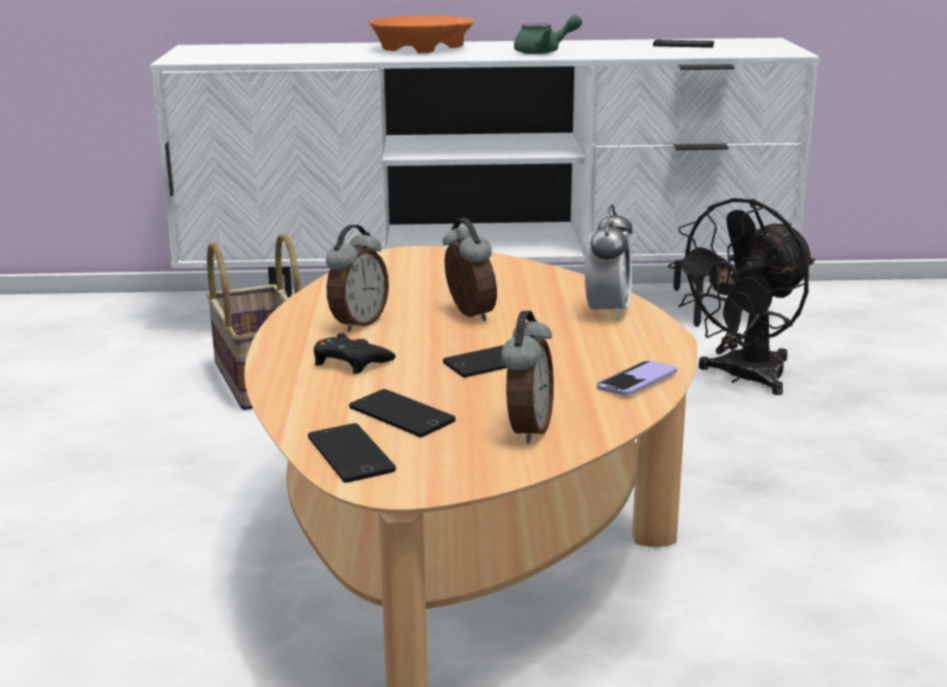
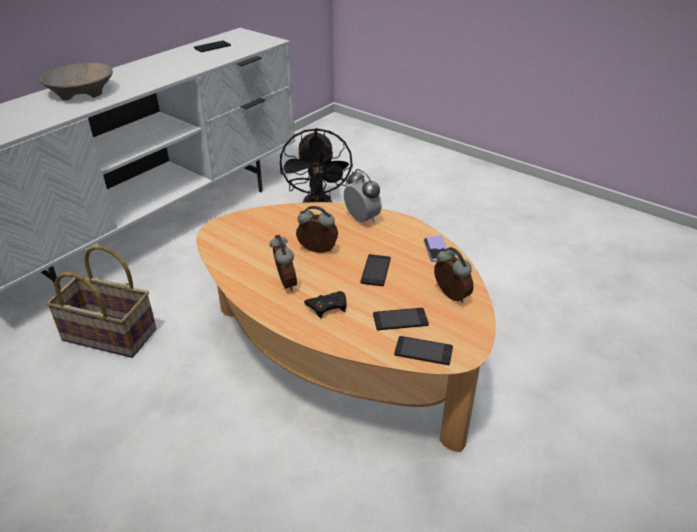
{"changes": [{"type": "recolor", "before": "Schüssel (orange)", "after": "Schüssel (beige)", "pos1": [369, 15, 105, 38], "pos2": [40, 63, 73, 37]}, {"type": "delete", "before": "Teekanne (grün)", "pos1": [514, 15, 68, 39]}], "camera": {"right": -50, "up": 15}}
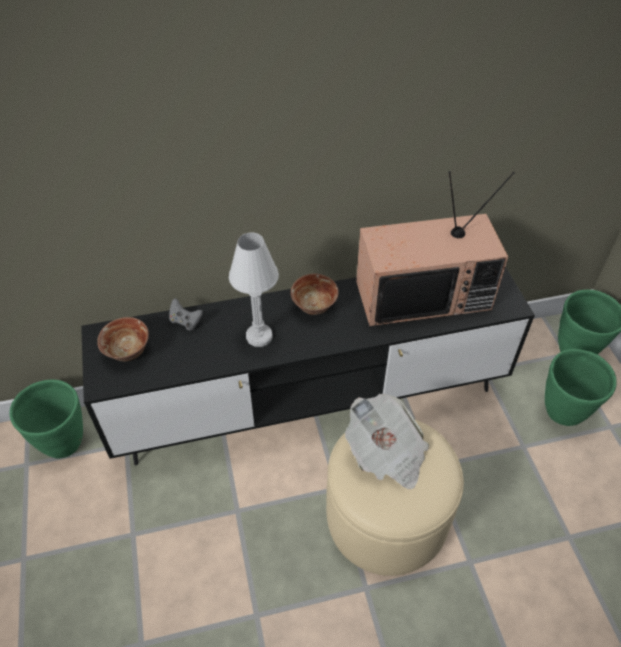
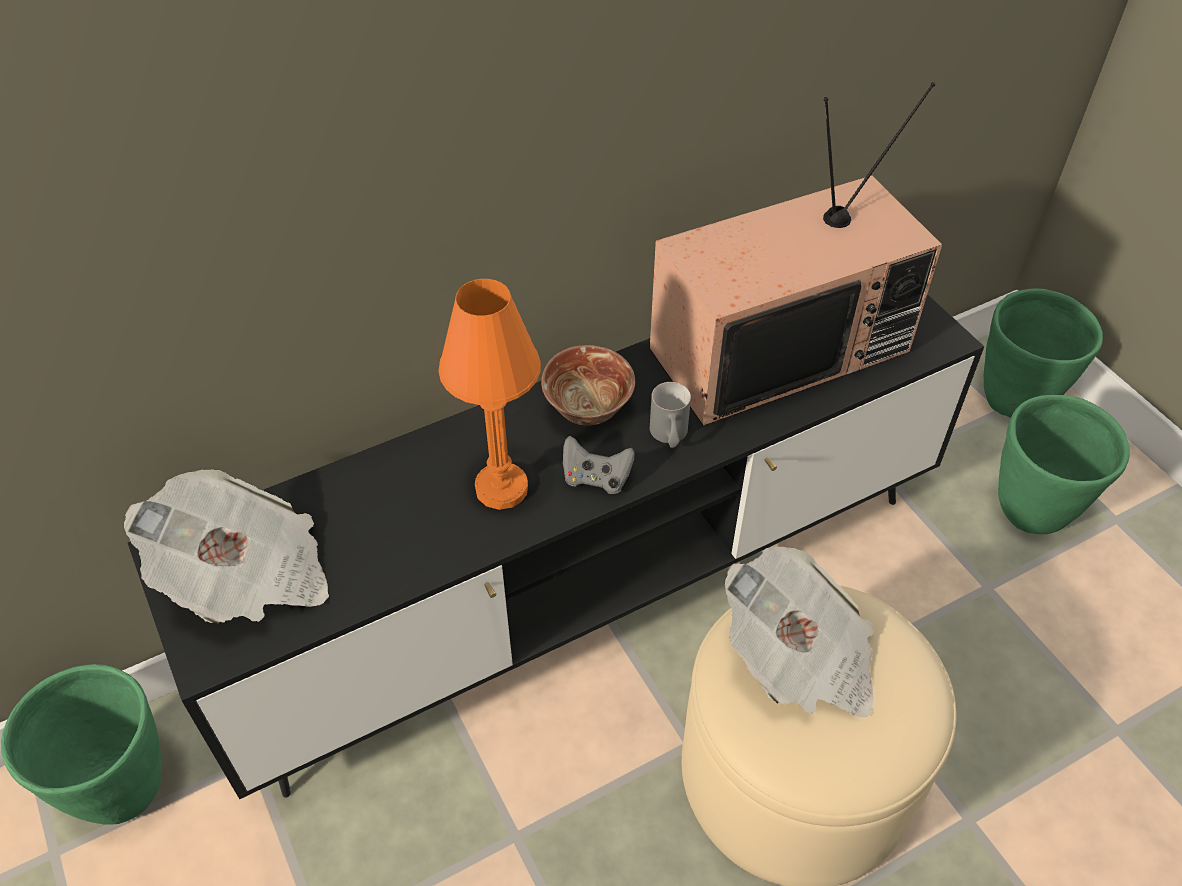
{"changes": [{"type": "replace", "before": "Schüssel", "after": "Zeitung", "pos1": [97, 317, 52, 44], "pos2": [124, 469, 205, 155]}, {"type": "recolor", "before": "Tischlampe (weiß)", "after": "Tischlampe (orange)", "pos1": [229, 233, 50, 114], "pos2": [439, 279, 102, 231]}, {"type": "move", "before": "Gamepad (grau)", "pos1": [169, 298, 34, 33], "pos2": [563, 436, 72, 58]}, {"type": "insert", "after": "Henkelbecher (grau)", "pos2": [650, 382, 41, 66]}], "camera": {"right": -15, "up": 0}}
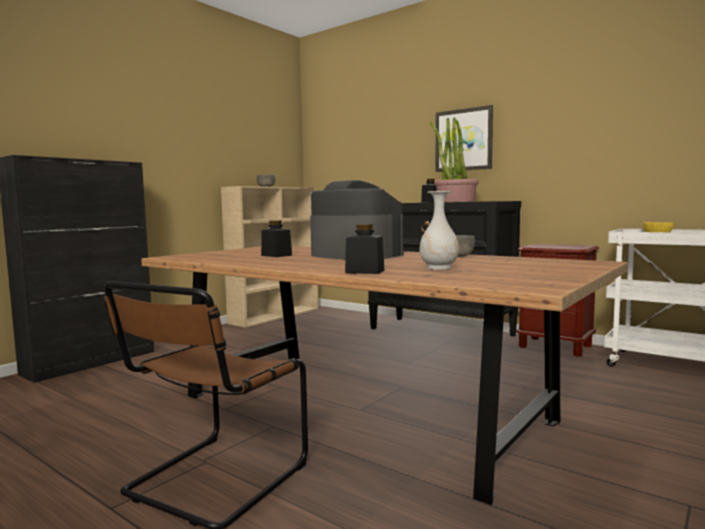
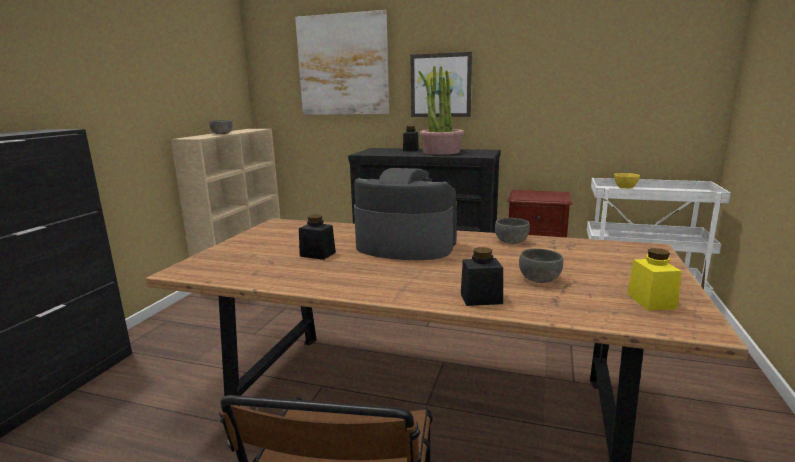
{"changes": [{"type": "insert", "after": "Bild", "pos2": [295, 10, 94, 105]}, {"type": "replace", "before": "Vase (weiß)", "after": "Schüssel (grau)", "pos1": [419, 191, 40, 79], "pos2": [519, 249, 44, 34]}, {"type": "insert", "after": "Vorratsglas (gelb)", "pos2": [627, 248, 55, 63]}], "camera": {"right": -20, "up": 10}}
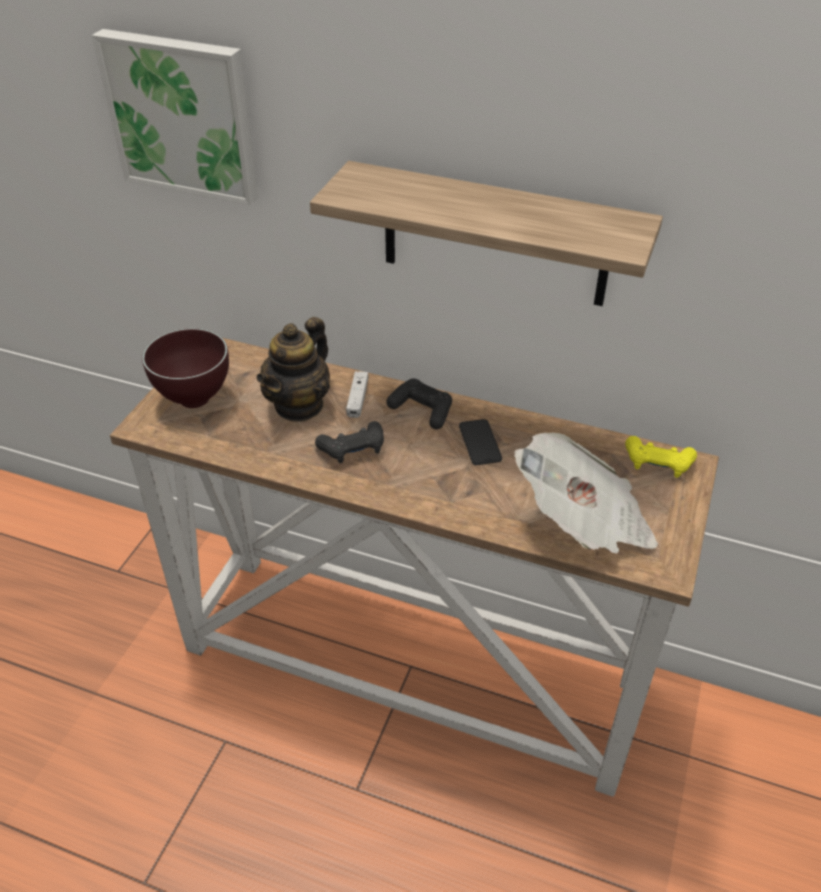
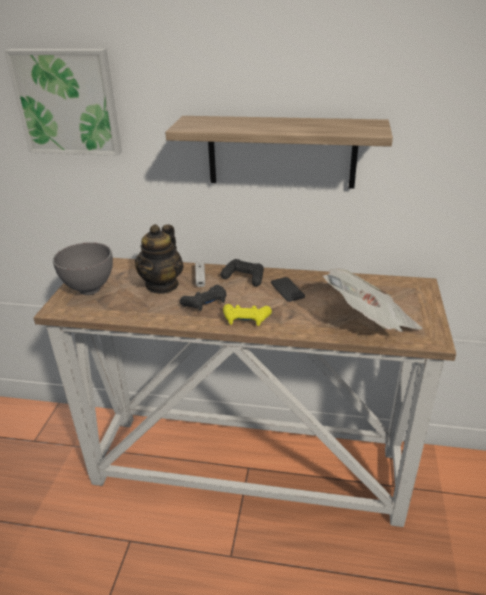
{"changes": [{"type": "recolor", "before": "Schüssel (braun)", "after": "Schüssel (grau)", "pos1": [142, 328, 87, 80], "pos2": [53, 242, 60, 53]}, {"type": "move", "before": "Gamepad (gelb)", "pos1": [625, 436, 72, 42], "pos2": [223, 304, 49, 22]}], "camera": {"right": -10, "up": -10}}
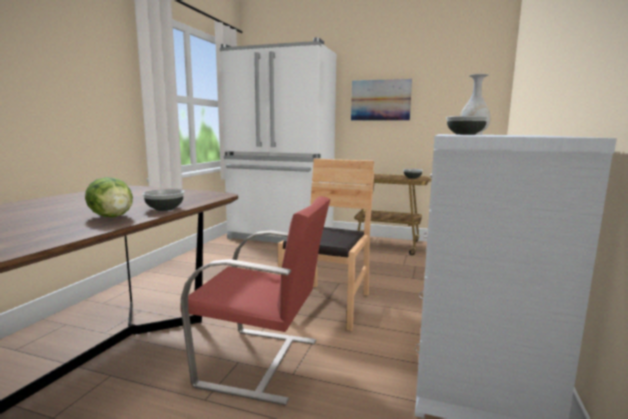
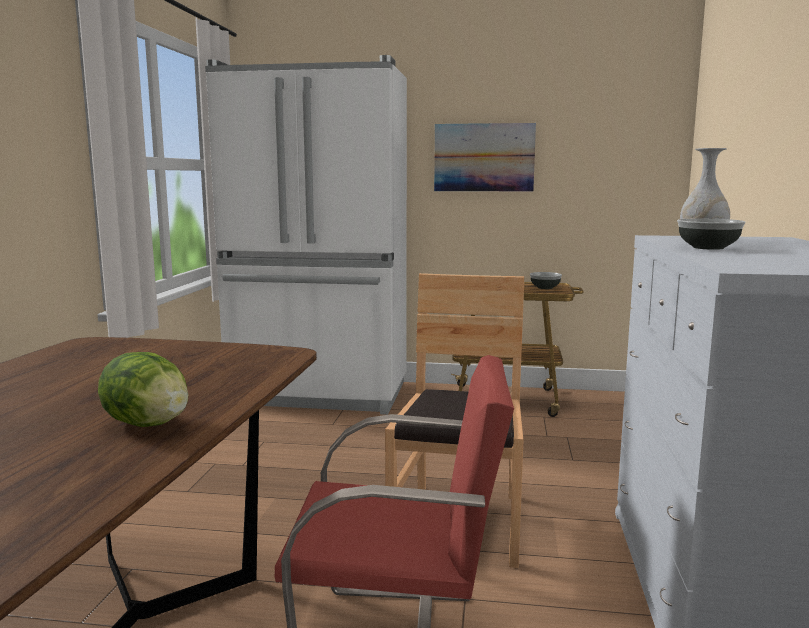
{"changes": [{"type": "delete", "before": "Schüssel", "pos1": [142, 189, 42, 22]}], "camera": {"right": -10, "up": 0}}
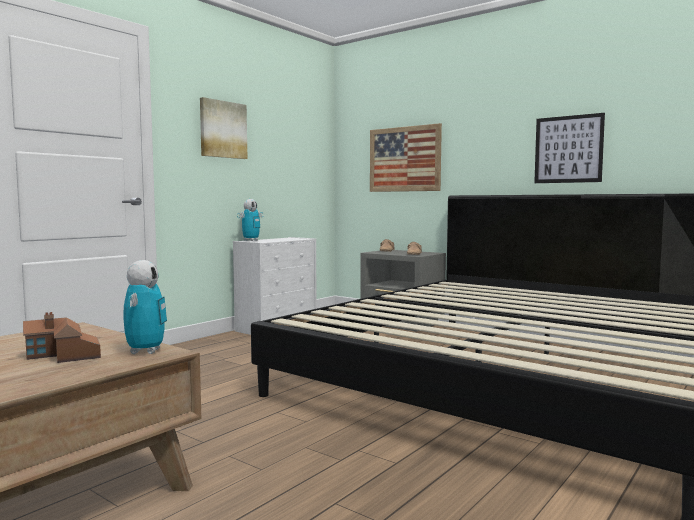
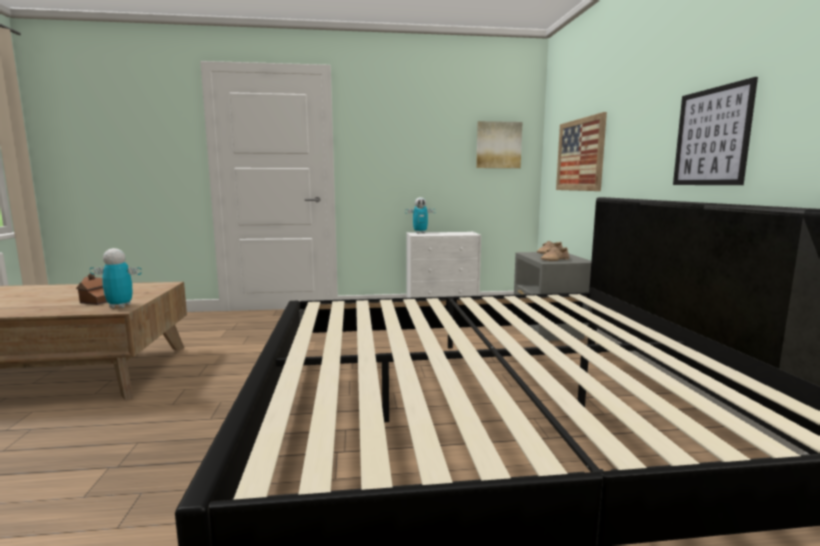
{"changes": [{"type": "rotate", "before": "Spielzeugroboter", "pos1": [123, 260, 44, 94], "pos2": [90, 248, 52, 60], "turn": -135}, {"type": "move", "before": "Bild", "pos1": [200, 97, 47, 62], "pos2": [476, 121, 47, 47]}], "camera": {"right": 45, "up": 5}}
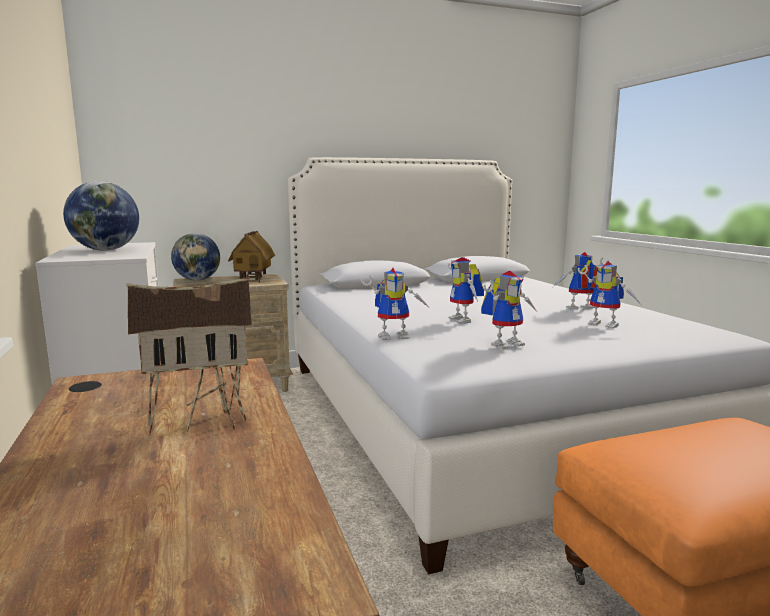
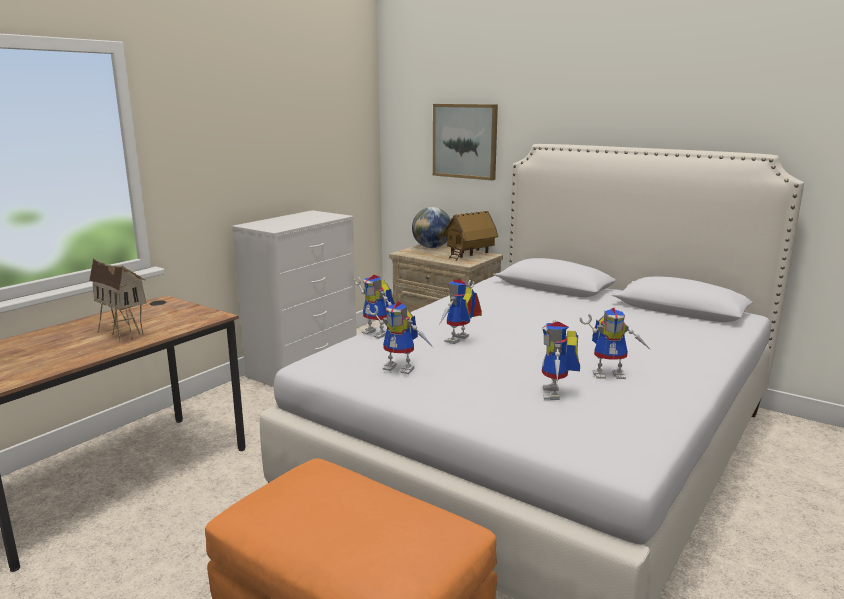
{"changes": [{"type": "insert", "after": "Bild", "pos2": [433, 104, 65, 76]}, {"type": "rotate", "before": "Spielzeugroboter", "pos1": [553, 252, 56, 57], "pos2": [580, 308, 71, 71], "turn": 135}, {"type": "delete", "before": "Globus", "pos1": [63, 181, 76, 70]}], "camera": {"right": 55, "up": 5}}
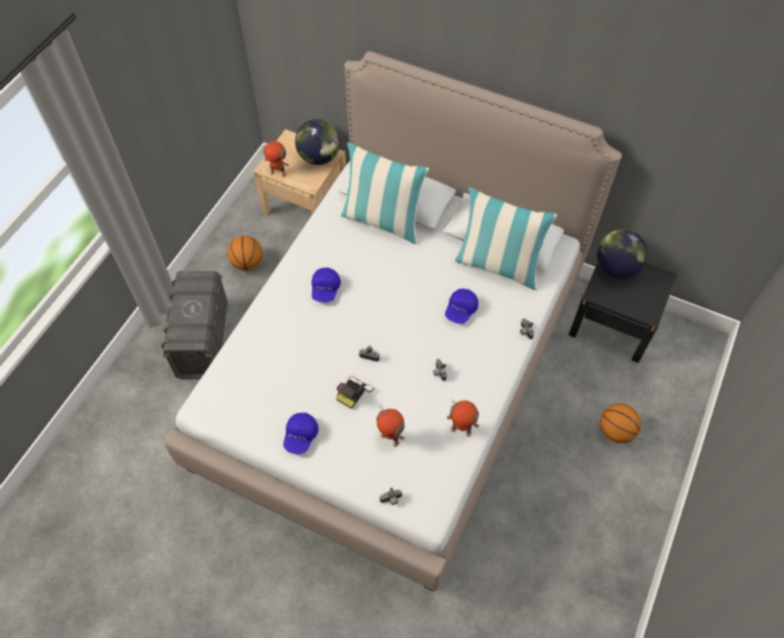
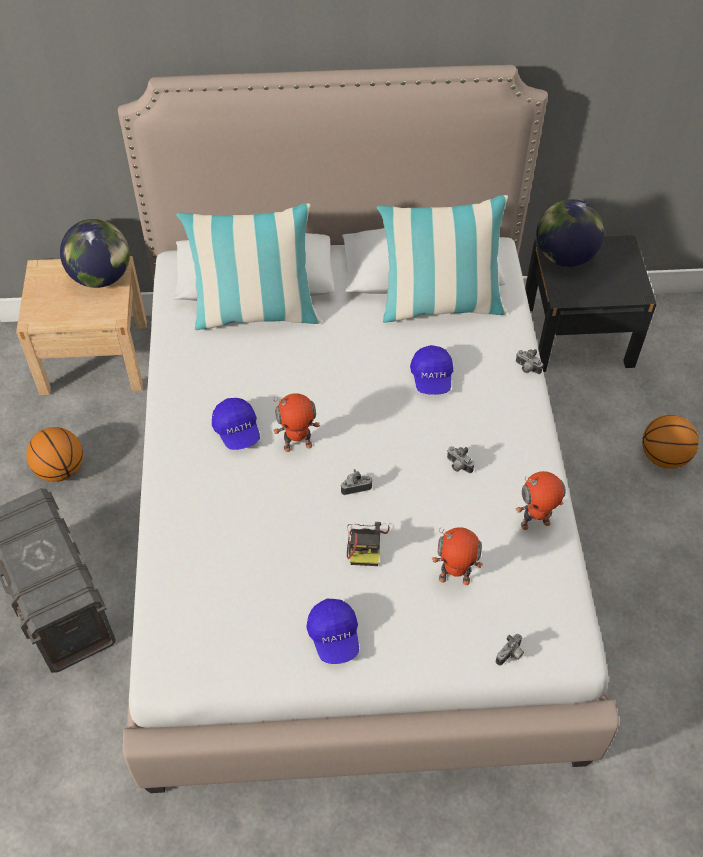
{"changes": [{"type": "move", "before": "Spielzeugroboter", "pos1": [263, 139, 26, 38], "pos2": [273, 393, 47, 59]}], "camera": {"right": -30, "up": -5}}
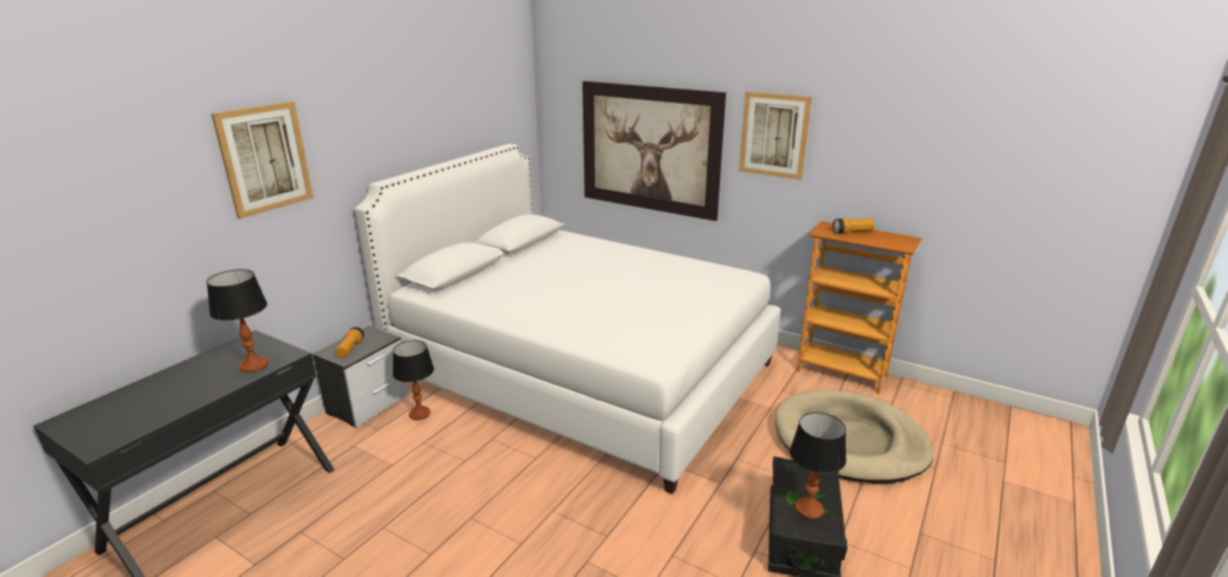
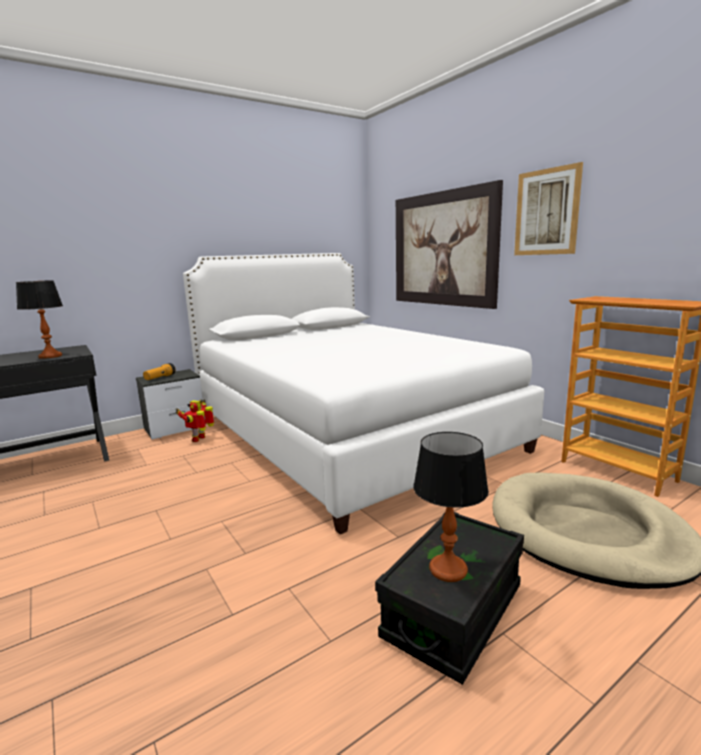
{"changes": [{"type": "replace", "before": "Tischlampe", "after": "Spielzeugroboter", "pos1": [393, 340, 41, 80], "pos2": [175, 399, 39, 43]}, {"type": "delete", "before": "Bild", "pos1": [211, 101, 103, 118]}, {"type": "delete", "before": "Taschenlampe", "pos1": [833, 218, 42, 16]}], "camera": {"right": 25, "up": -10}}
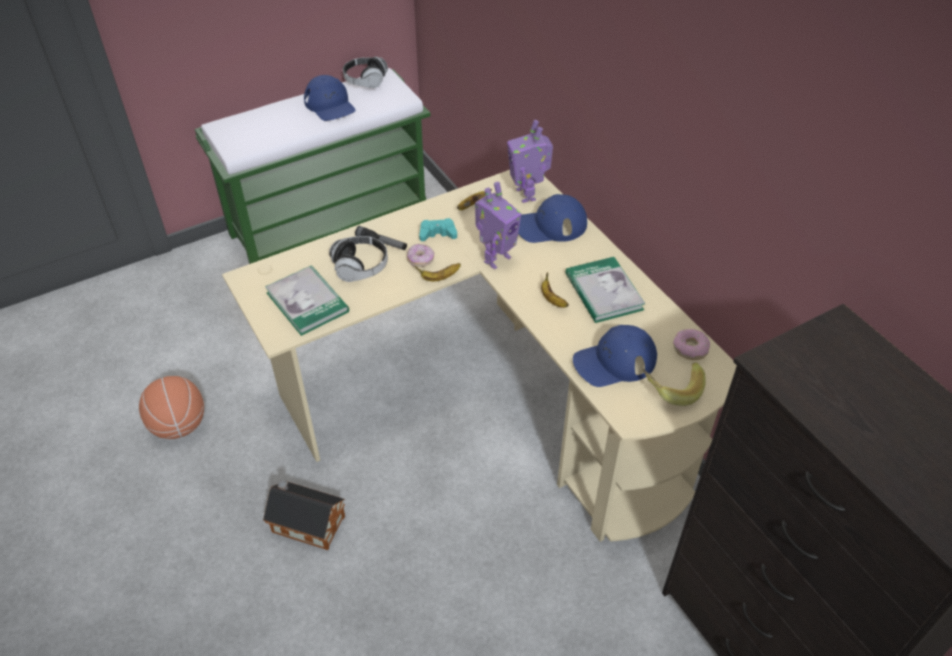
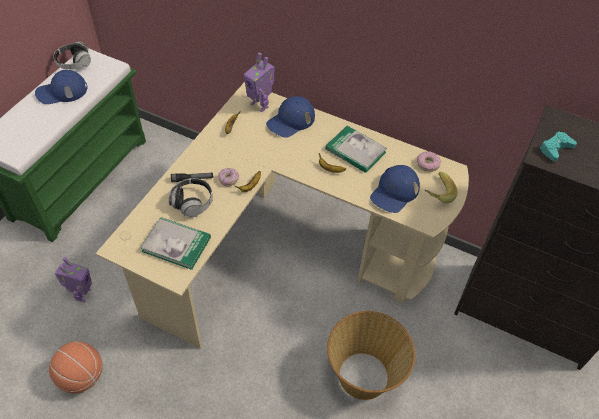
{"changes": [{"type": "rotate", "before": "Kappe (blau)", "pos1": [304, 75, 52, 46], "pos2": [35, 70, 53, 34], "turn": 135}, {"type": "move", "before": "Spielzeugroboter", "pos1": [475, 182, 46, 87], "pos2": [55, 257, 37, 45]}, {"type": "insert", "after": "Korb", "pos2": [327, 311, 88, 89]}, {"type": "move", "before": "Gamepad (türkis)", "pos1": [419, 218, 38, 23], "pos2": [540, 131, 37, 30]}, {"type": "delete", "before": "Spielzeughaus", "pos1": [263, 480, 82, 70]}], "camera": {"right": -35, "up": 5}}
